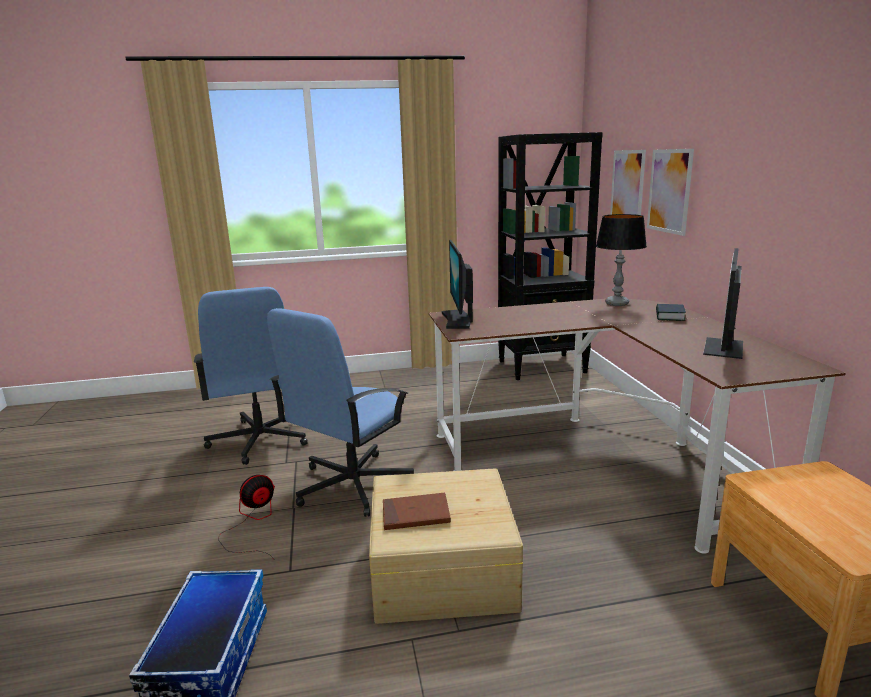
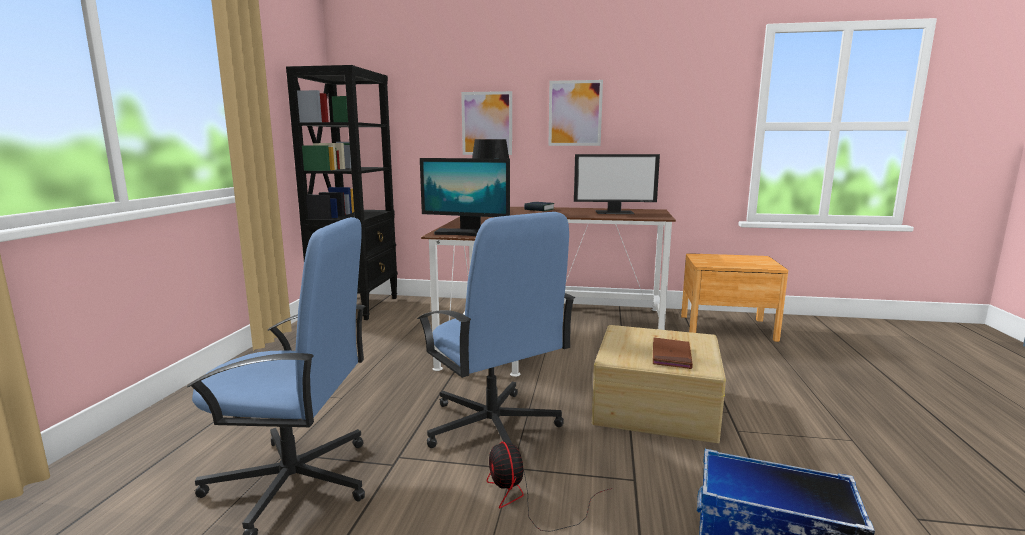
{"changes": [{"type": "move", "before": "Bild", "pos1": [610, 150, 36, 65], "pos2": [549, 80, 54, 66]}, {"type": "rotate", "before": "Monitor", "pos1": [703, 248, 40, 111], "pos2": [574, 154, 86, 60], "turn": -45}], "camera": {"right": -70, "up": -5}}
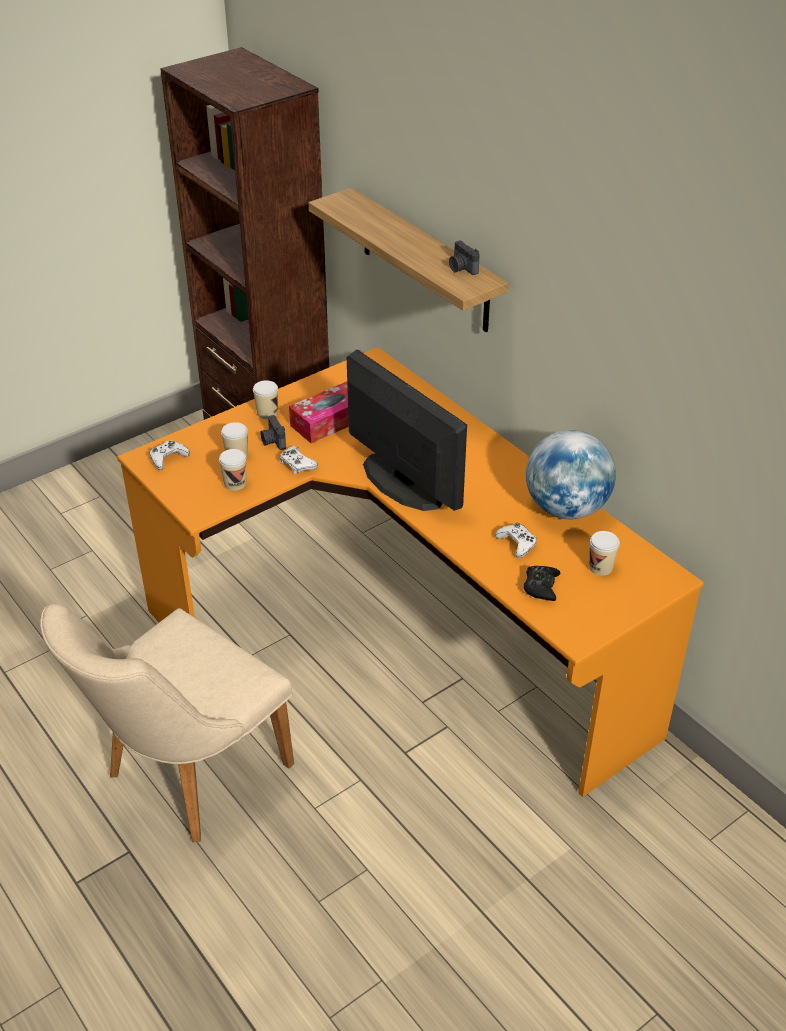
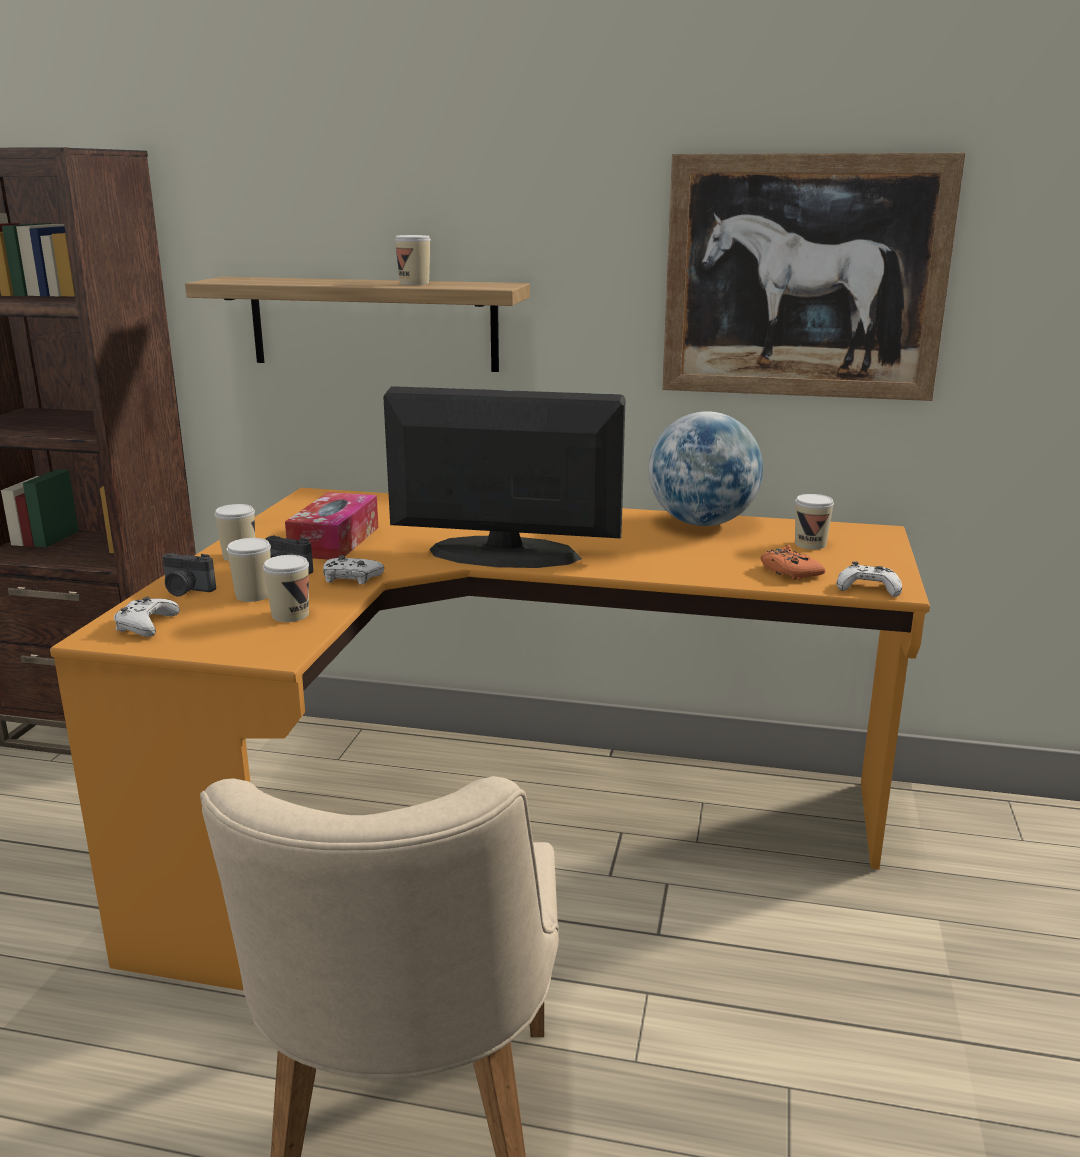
{"changes": [{"type": "move", "before": "Kamera", "pos1": [449, 241, 31, 34], "pos2": [162, 553, 54, 43]}, {"type": "insert", "after": "Tasse", "pos2": [395, 235, 36, 50]}, {"type": "insert", "after": "Bild", "pos2": [662, 153, 303, 248]}, {"type": "recolor", "before": "Gamepad (schwarz)", "after": "Gamepad (orange)", "pos1": [524, 566, 37, 35], "pos2": [760, 545, 65, 35]}, {"type": "move", "before": "Gamepad (weiß)", "pos1": [495, 523, 42, 35], "pos2": [836, 561, 66, 36]}], "camera": {"right": -40, "up": -20}}
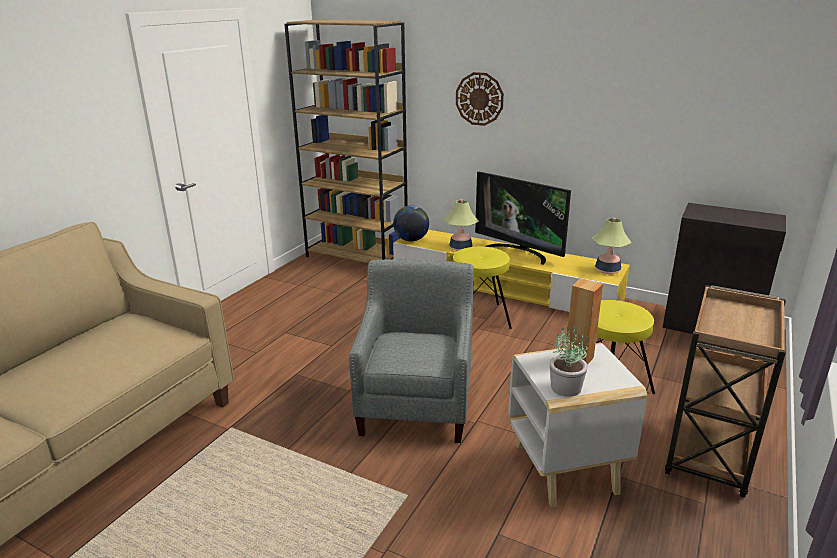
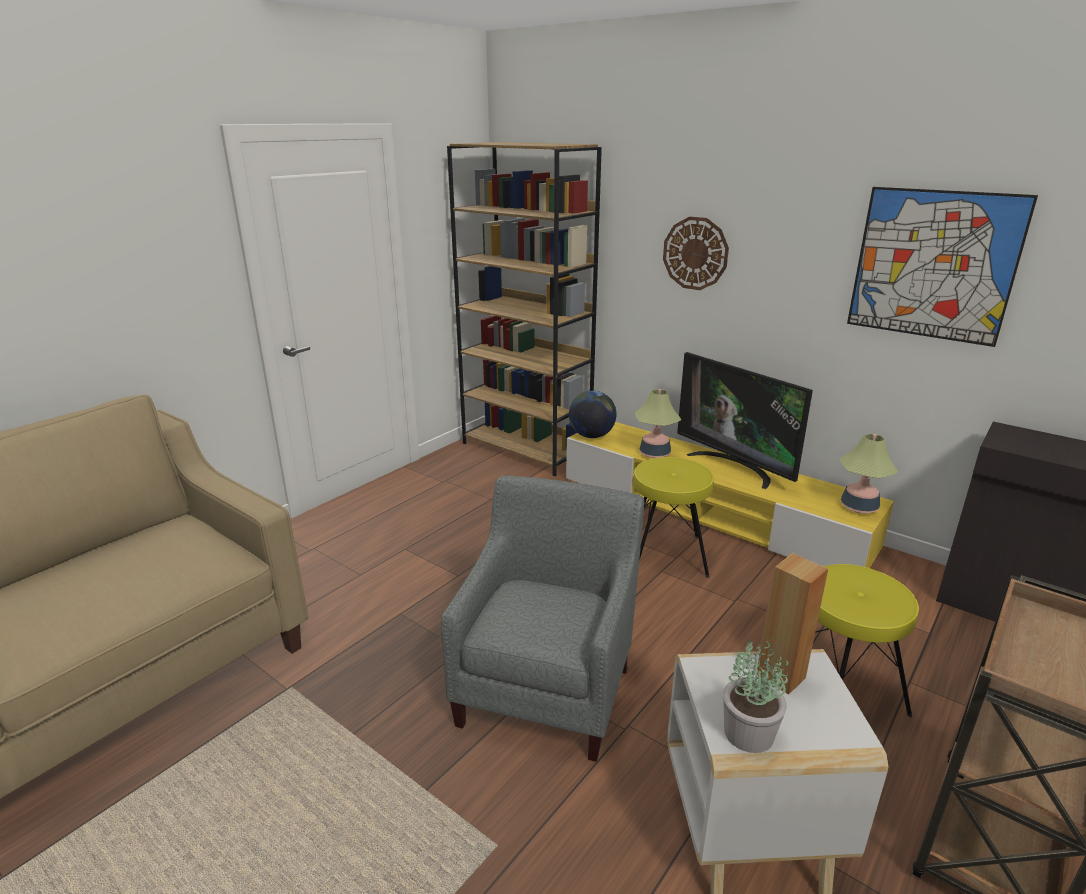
{"changes": [{"type": "insert", "after": "Bild", "pos2": [847, 187, 191, 160]}], "camera": {"right": 10, "up": 0}}
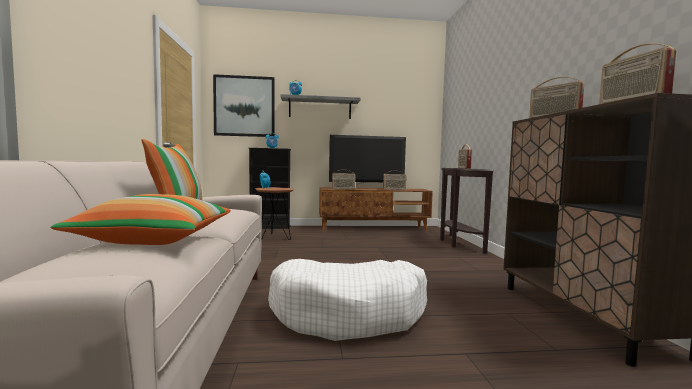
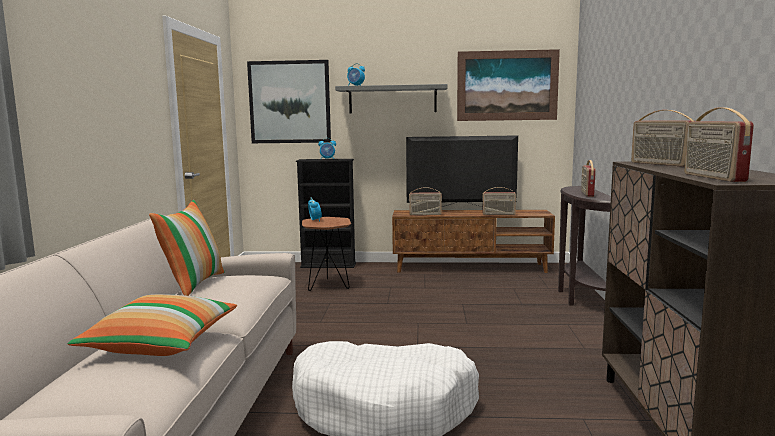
{"changes": [{"type": "insert", "after": "Bild", "pos2": [457, 49, 103, 72]}], "camera": {"right": 10, "up": 5}}
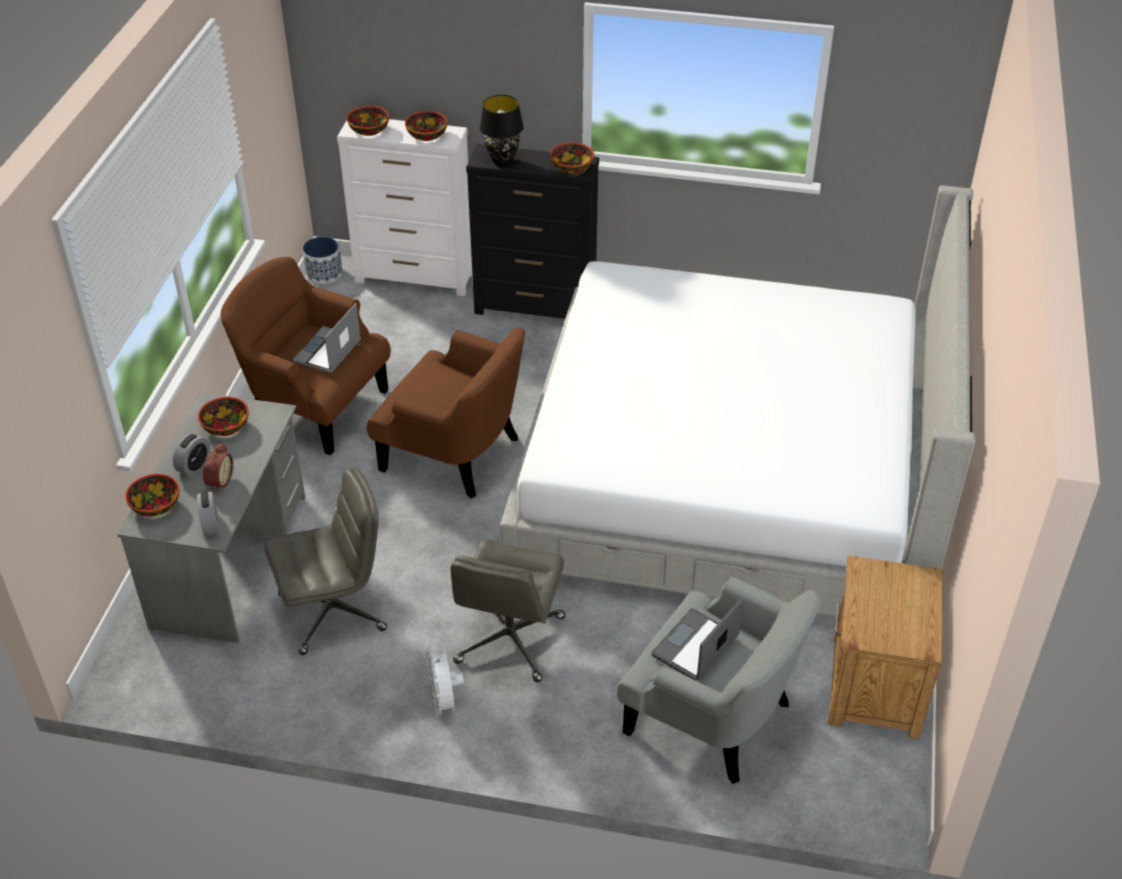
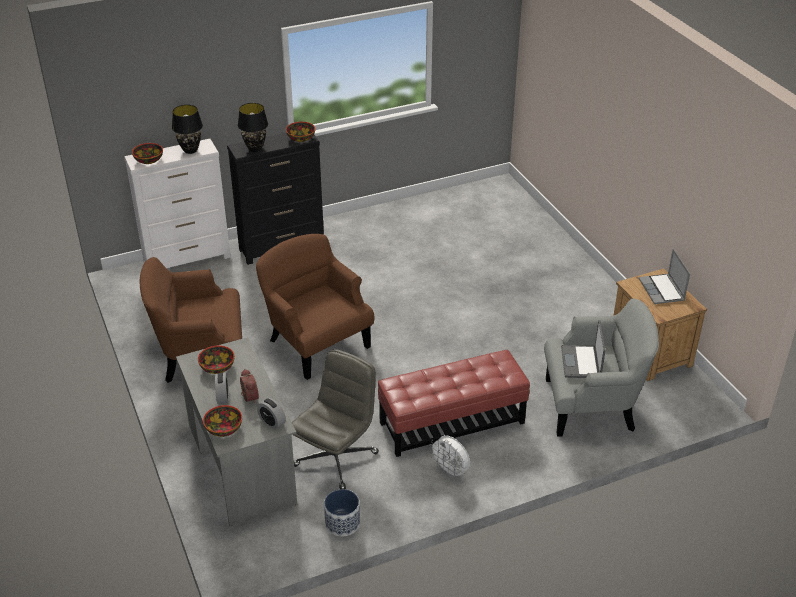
{"changes": [{"type": "replace", "before": "Schüssel", "after": "Tischlampe (schwarz)", "pos1": [405, 111, 43, 30], "pos2": [172, 105, 31, 49]}, {"type": "rotate", "before": "Sessel (braun)", "pos1": [366, 327, 159, 172], "pos2": [256, 234, 119, 146], "turn": -120}, {"type": "move", "before": "Pflanzkübel", "pos1": [302, 237, 40, 47], "pos2": [324, 489, 36, 47]}, {"type": "replace", "before": "Bürostuhl (grau)", "after": "Polsterhocker (rot)", "pos1": [450, 539, 115, 143], "pos2": [378, 350, 152, 107]}, {"type": "move", "before": "Laptop", "pos1": [293, 303, 68, 70], "pos2": [639, 249, 51, 55]}, {"type": "delete", "before": "Bett", "pos1": [500, 185, 475, 431]}], "camera": {"right": -35, "up": -5}}
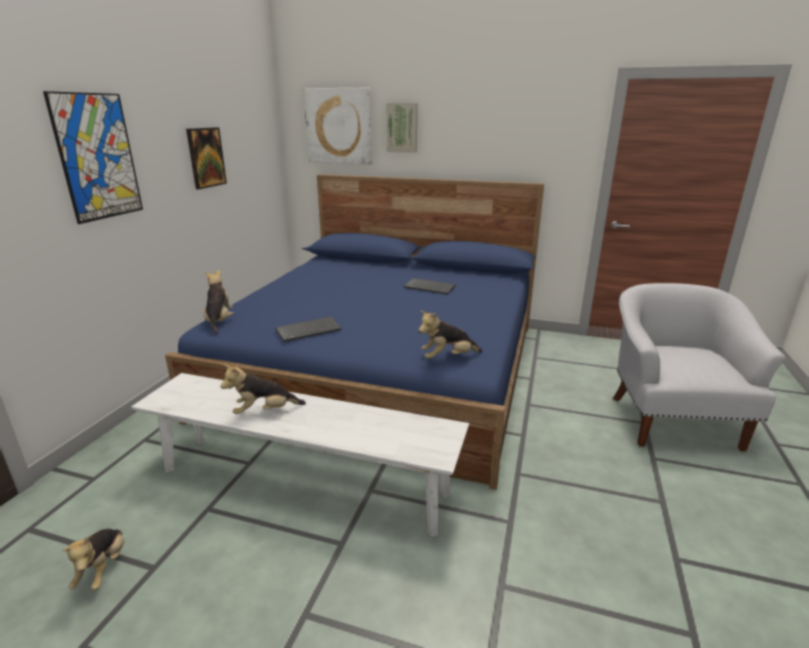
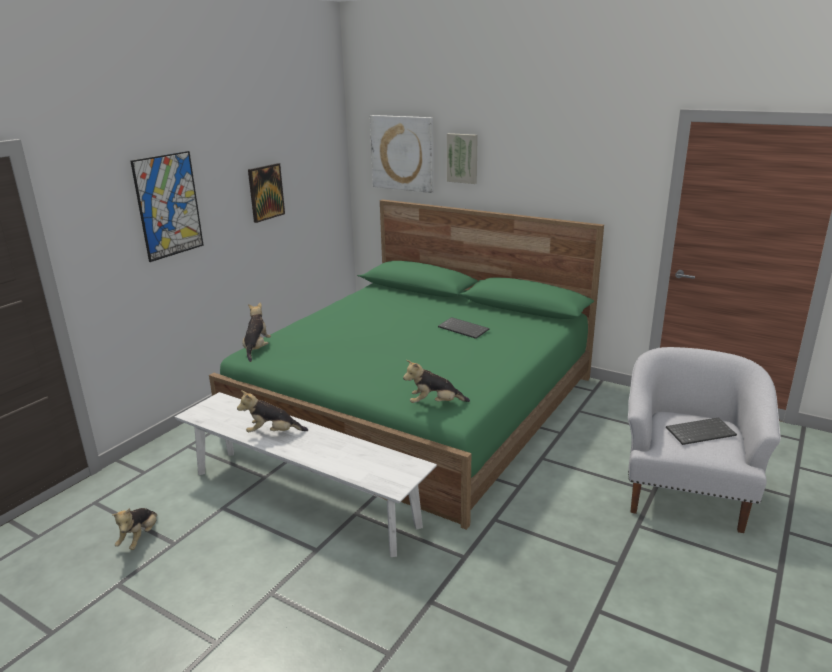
{"changes": [{"type": "recolor", "before": "Bett (blau)", "after": "Bett (grün)", "pos1": [165, 174, 379, 316], "pos2": [209, 199, 395, 331]}, {"type": "move", "before": "Tastatur", "pos1": [275, 316, 66, 26], "pos2": [666, 417, 71, 28]}], "camera": {"right": 15, "up": 0}}
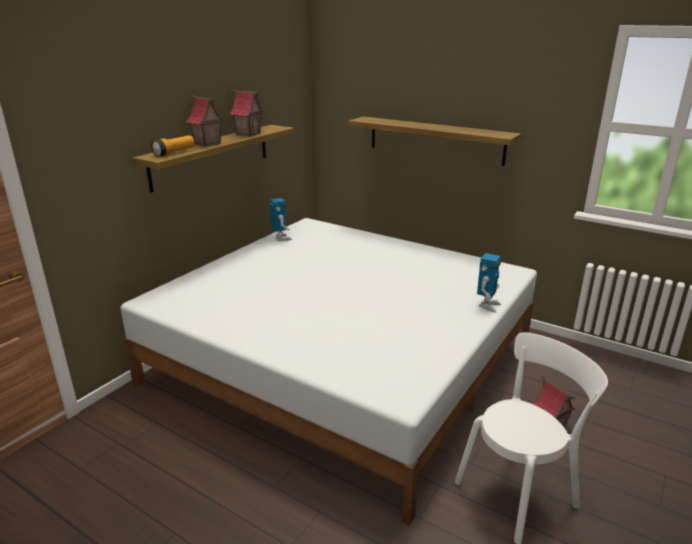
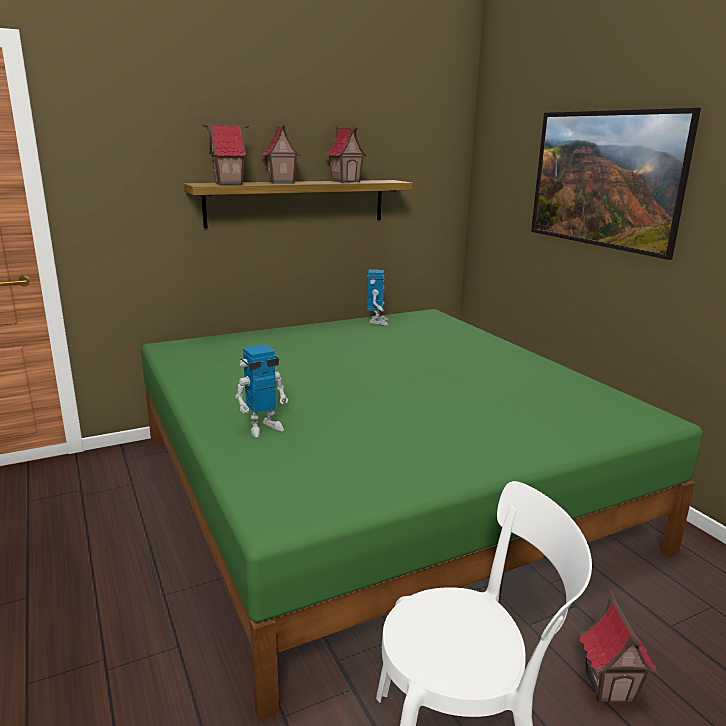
{"changes": [{"type": "recolor", "before": "Bett (weiß)", "after": "Bett (grün)", "pos1": [121, 218, 416, 308], "pos2": [141, 309, 562, 412]}, {"type": "replace", "before": "Taschenlampe", "after": "Spielzeughaus", "pos1": [151, 136, 44, 21], "pos2": [202, 123, 47, 62]}, {"type": "move", "before": "Spielzeugroboter", "pos1": [477, 253, 24, 59], "pos2": [235, 345, 54, 92]}, {"type": "replace", "before": "Wandregal", "after": "Bild", "pos1": [348, 117, 173, 49], "pos2": [531, 108, 170, 152]}], "camera": {"right": 30, "up": -5}}
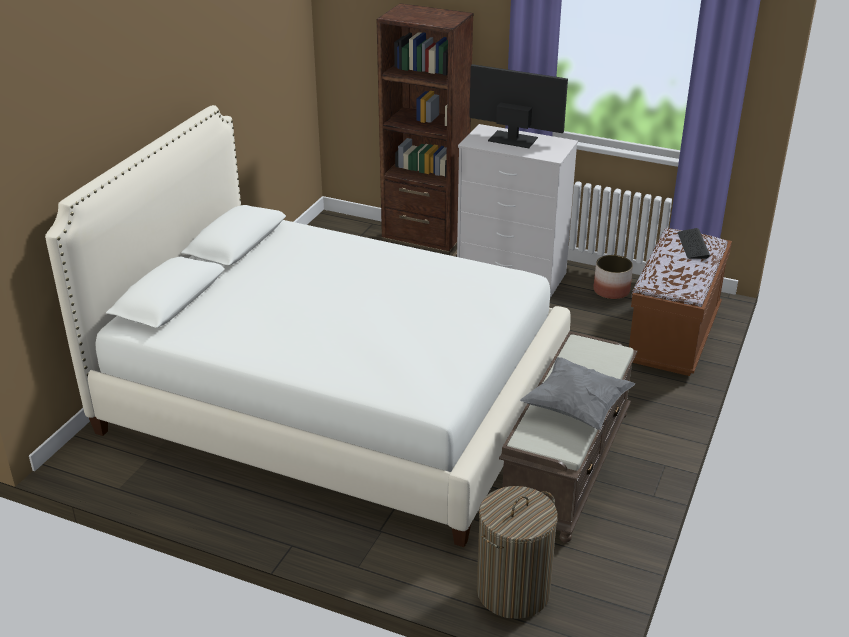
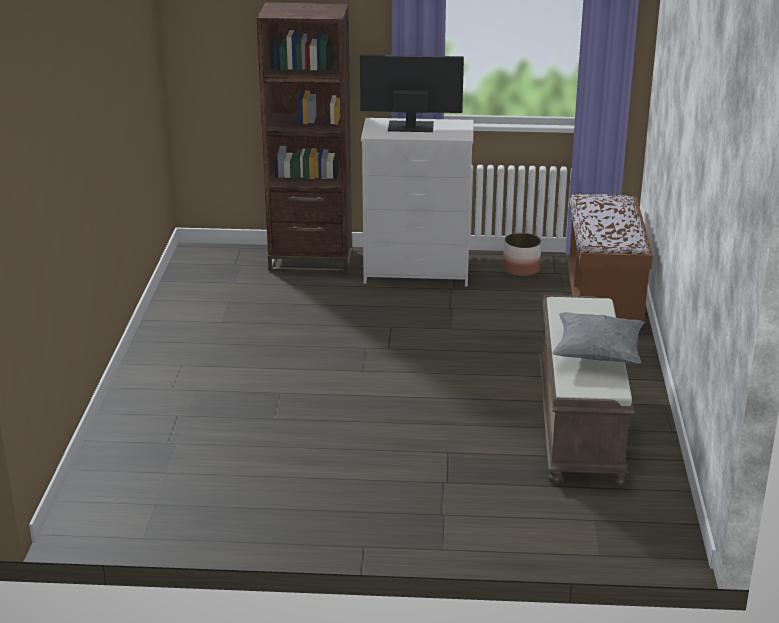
{"changes": [{"type": "delete", "before": "Bett (weiß)", "pos1": [45, 105, 526, 442]}, {"type": "delete", "before": "Wäschekorb", "pos1": [477, 486, 81, 133]}, {"type": "delete", "before": "Tastatur", "pos1": [678, 228, 32, 31]}], "camera": {"right": -20, "up": -5}}
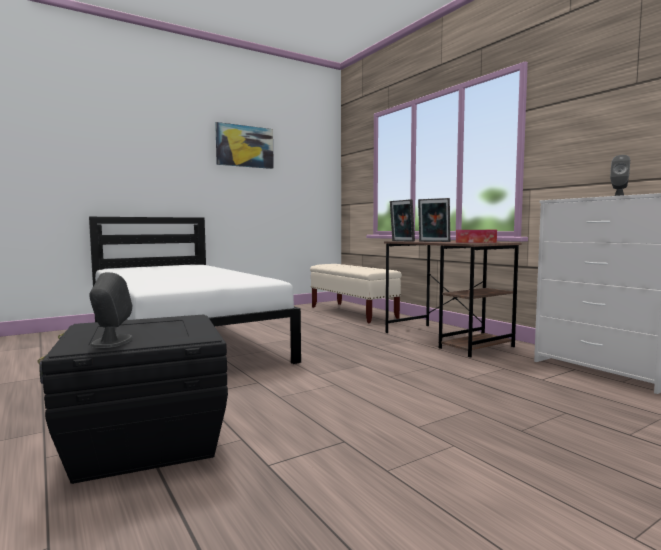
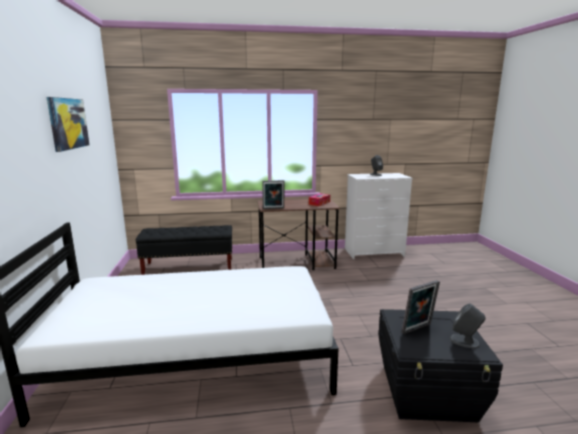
{"changes": [{"type": "recolor", "before": "Bank (beige)", "after": "Bank (schwarz)", "pos1": [310, 264, 92, 59], "pos2": [136, 225, 97, 50]}, {"type": "move", "before": "Bilderrahmen", "pos1": [418, 198, 32, 44], "pos2": [402, 280, 38, 54]}], "camera": {"right": -65, "up": 10}}
